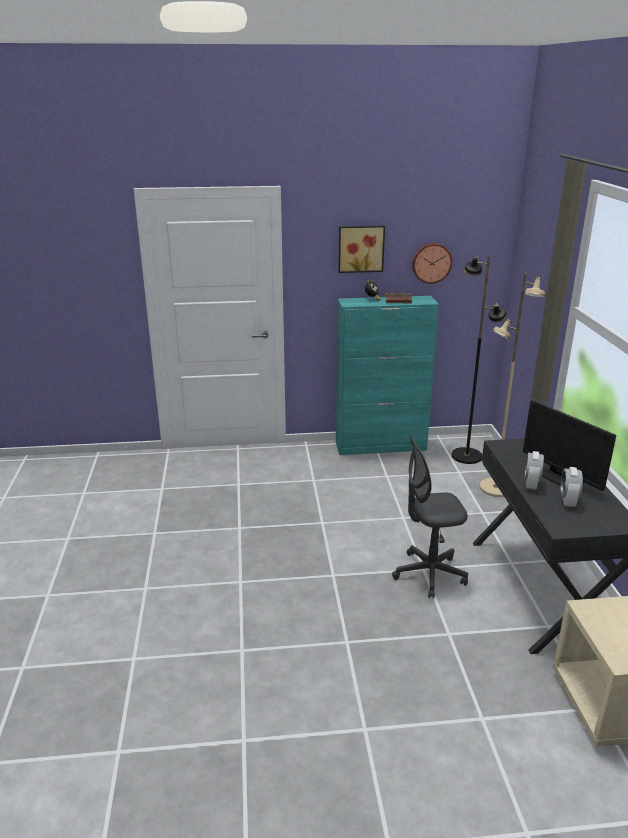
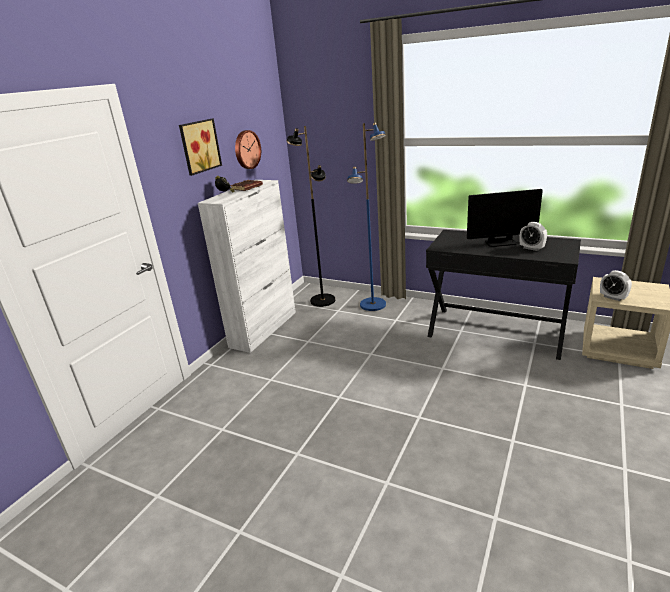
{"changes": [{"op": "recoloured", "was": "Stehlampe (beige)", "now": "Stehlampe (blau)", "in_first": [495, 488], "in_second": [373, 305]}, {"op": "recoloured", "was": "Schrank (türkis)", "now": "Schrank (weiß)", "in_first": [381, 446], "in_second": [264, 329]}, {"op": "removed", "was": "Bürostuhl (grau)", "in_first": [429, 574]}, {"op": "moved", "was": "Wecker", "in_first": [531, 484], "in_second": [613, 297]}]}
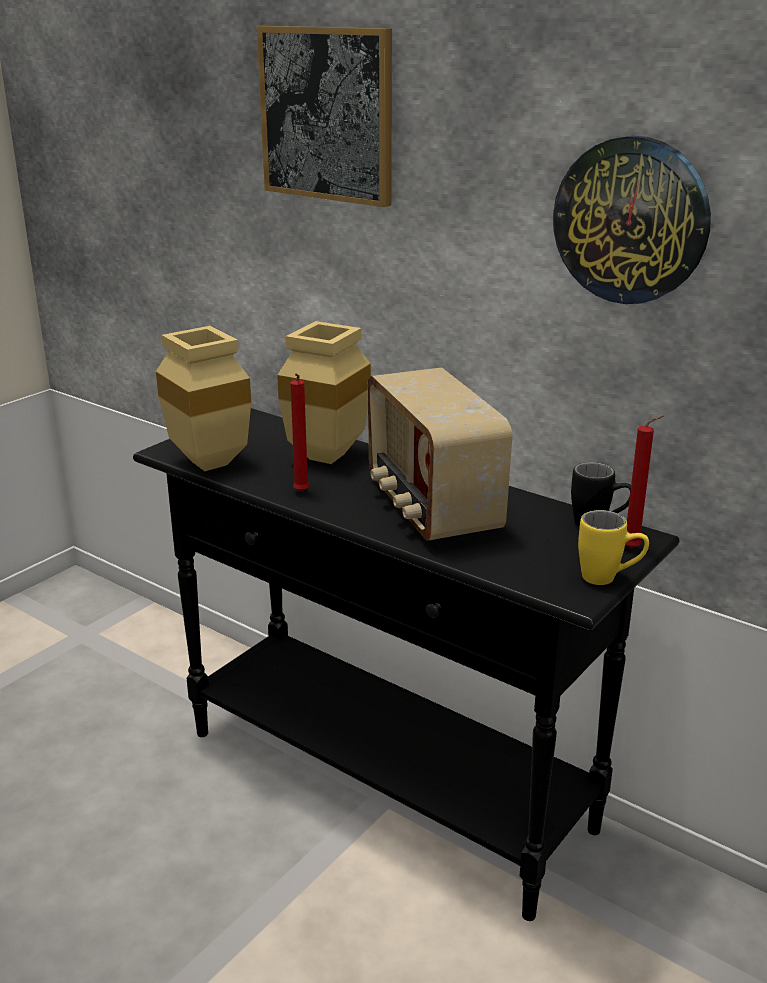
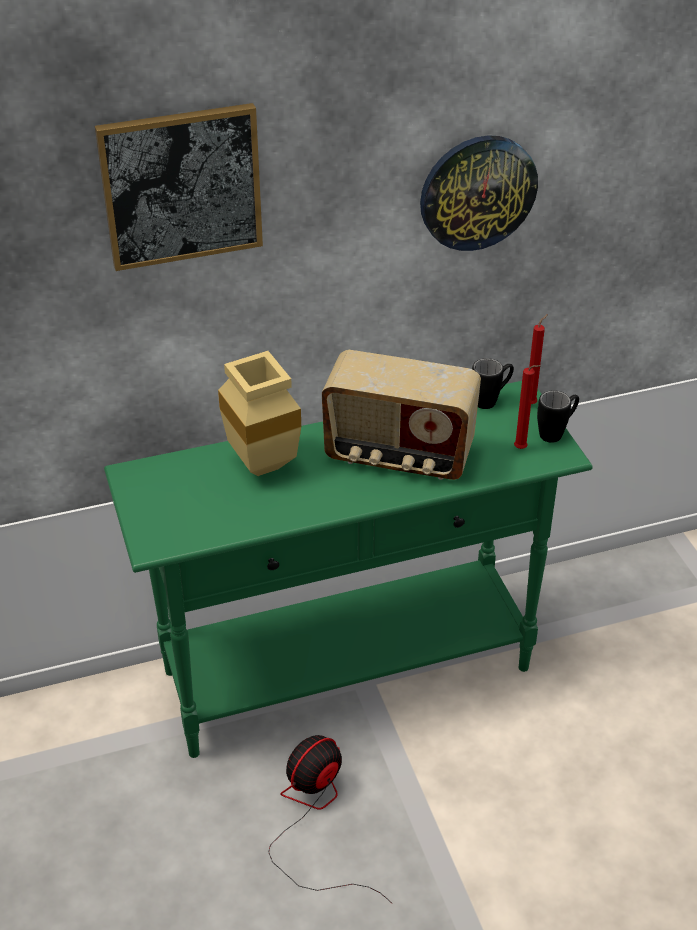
{"changes": [{"op": "removed", "was": "Vase (beige)", "in_first": [205, 463]}, {"op": "moved", "was": "Kerze (rot)", "in_first": [301, 493], "in_second": [522, 449]}, {"op": "recoloured", "was": "Konsolentisch (schwarz)", "now": "Konsolentisch (grün)", "in_first": [386, 781], "in_second": [349, 671]}, {"op": "recoloured", "was": "Henkelbecher (gelb)", "now": "Henkelbecher (schwarz)", "in_first": [609, 579], "in_second": [556, 432]}, {"op": "added", "now": "Ventilator", "in_second": [315, 818]}]}
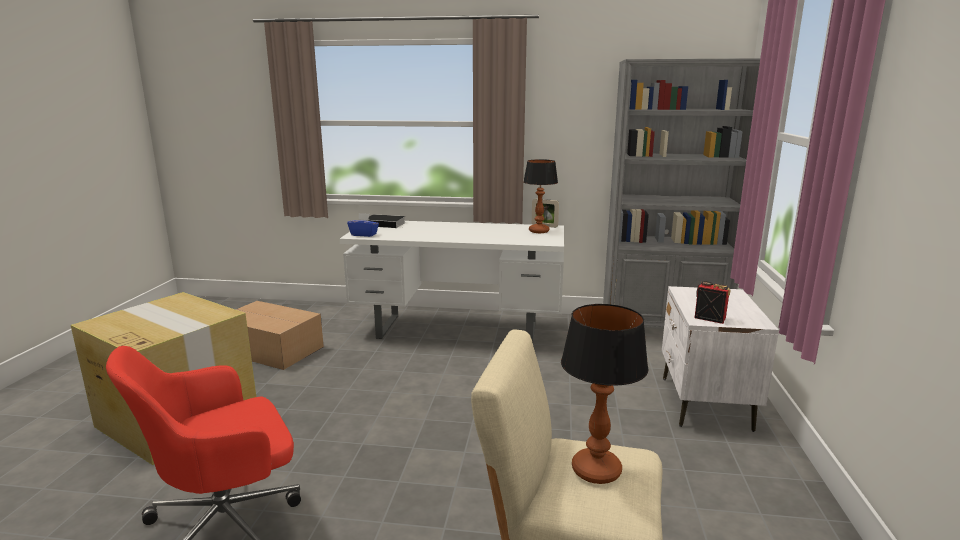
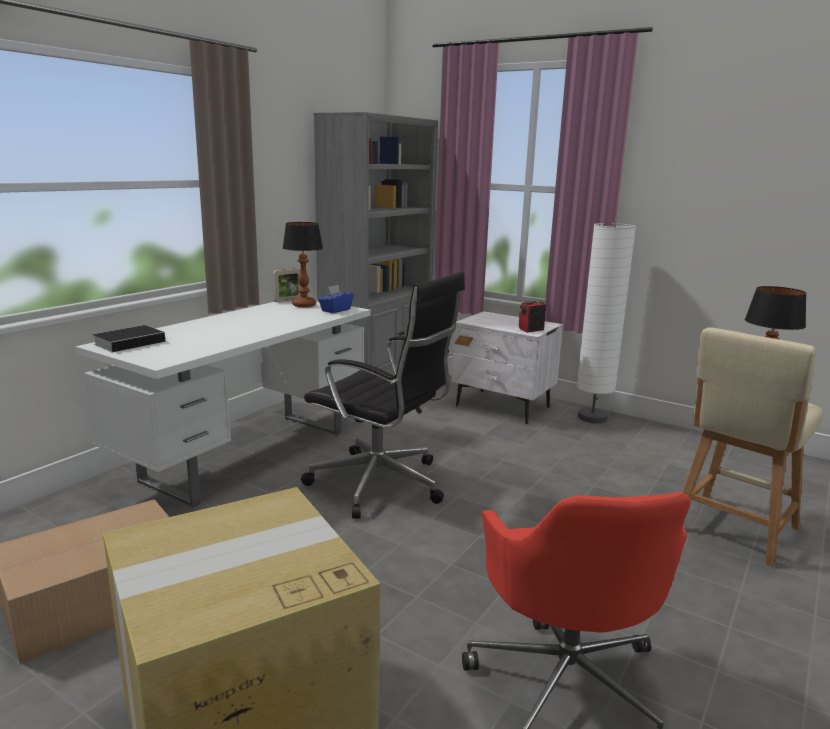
{"changes": [{"op": "moved", "was": "Taschentuchbox (blau)", "in_first": [364, 234], "in_second": [335, 310]}, {"op": "added", "now": "Stehlampe (weiß)", "in_second": [592, 417]}, {"op": "added", "now": "Bürostuhl (schwarz)", "in_second": [381, 485]}]}
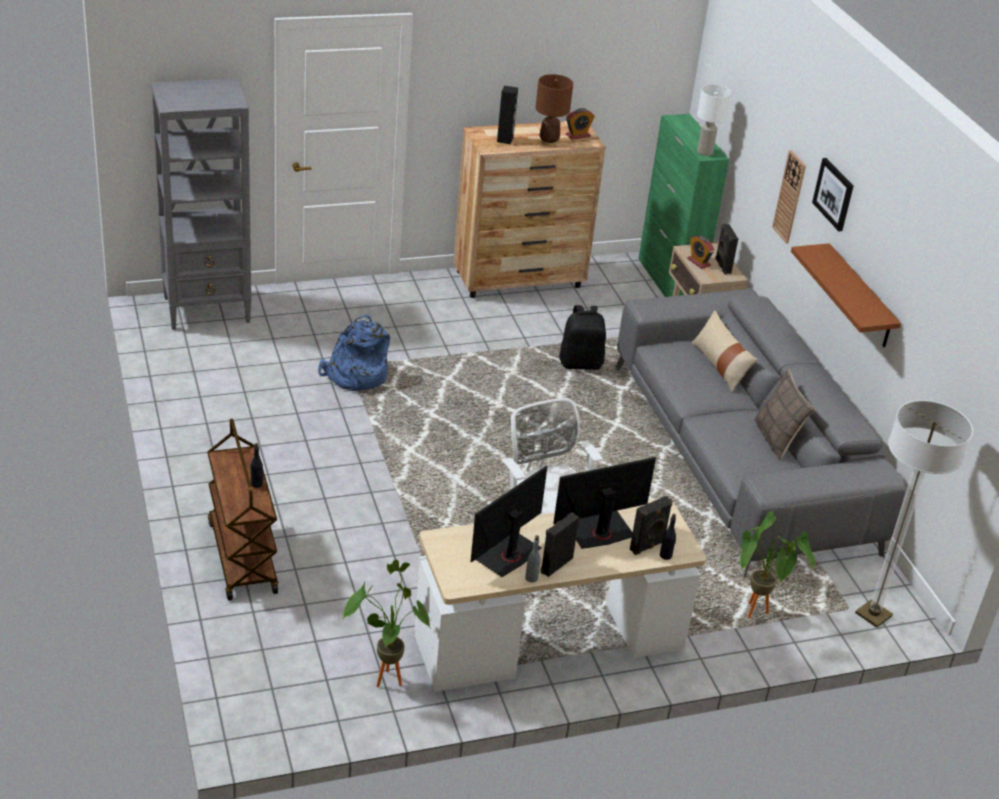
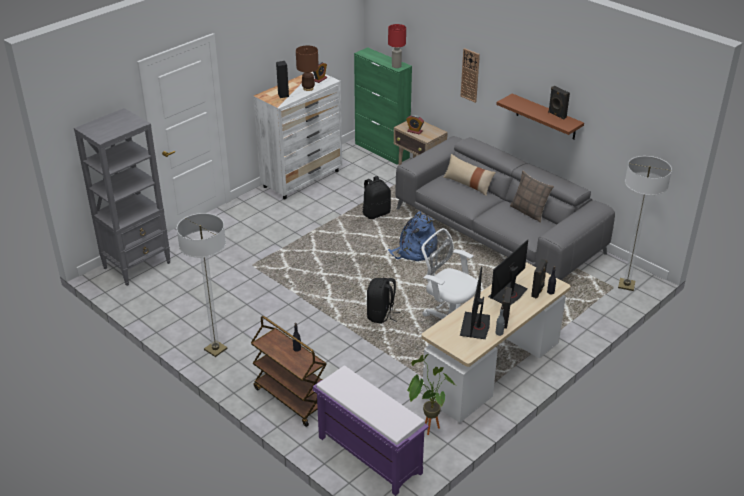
{"changes": [{"op": "recoloured", "was": "Tischlampe (weiß)", "now": "Tischlampe (rot)", "in_first": [704, 152], "in_second": [396, 66]}, {"op": "recoloured", "was": "Kommode (braun)", "now": "Kommode (weiß)", "in_first": [520, 279], "in_second": [302, 179]}, {"op": "removed", "was": "Bild", "in_first": [834, 194]}, {"op": "moved", "was": "Lautsprecher (schwarz)", "in_first": [722, 266], "in_second": [556, 115]}, {"op": "moved", "was": "Rucksack (blau)", "in_first": [355, 375], "in_second": [414, 251]}, {"op": "removed", "was": "Topfpflanze", "in_first": [756, 616]}, {"op": "added", "now": "Stehlampe", "in_second": [215, 349]}, {"op": "added", "now": "Rucksack (schwarz)", "in_second": [381, 315]}, {"op": "added", "now": "Bank (lila)", "in_second": [368, 455]}]}
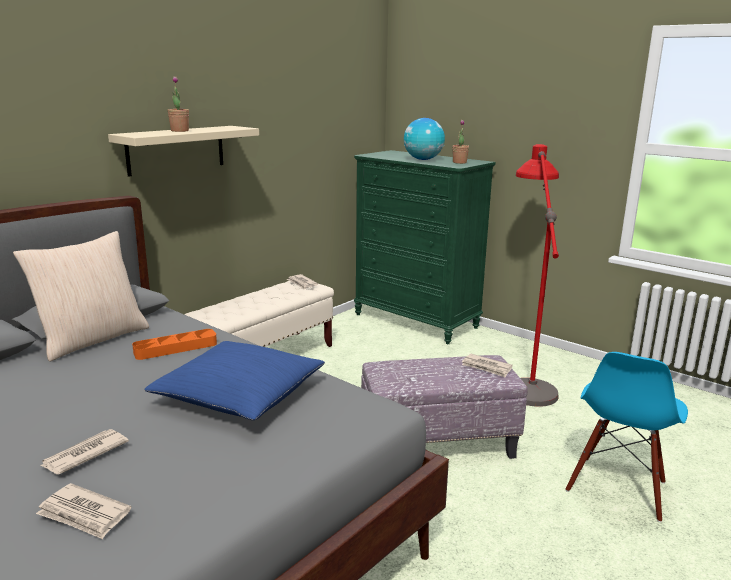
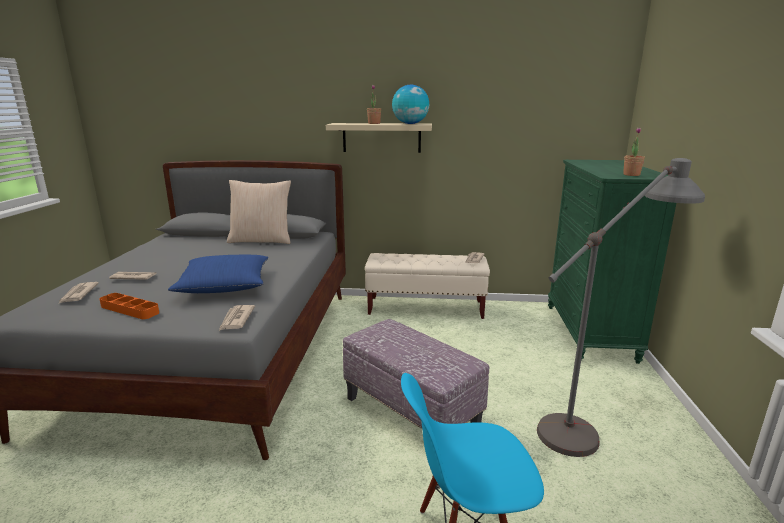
{"changes": [{"op": "moved", "was": "Globus", "in_first": [423, 159], "in_second": [410, 124]}, {"op": "recoloured", "was": "Stehlampe (rot)", "now": "Stehlampe (grau)", "in_first": [526, 376], "in_second": [595, 421]}, {"op": "moved", "was": "Tablett (orange)", "in_first": [176, 348], "in_second": [129, 309]}, {"op": "moved", "was": "Zeitung", "in_first": [486, 367], "in_second": [236, 319]}]}
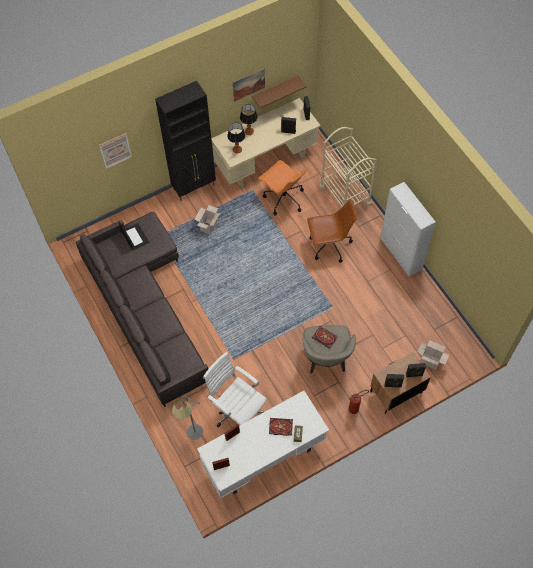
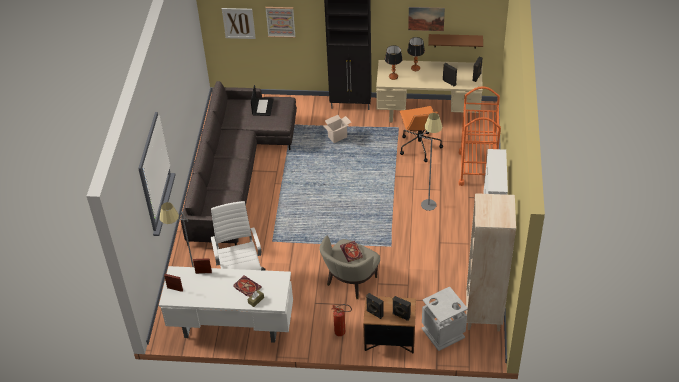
{"changes": [{"op": "recoloured", "was": "Rollwagen (beige)", "now": "Rollwagen (orange)", "in_first": [345, 195], "in_second": [477, 168]}, {"op": "replaced", "was": "Bürostuhl (braun)", "now": "Stehlampe (grau)", "in_first": [329, 246], "in_second": [429, 199]}, {"op": "replaced", "was": "Karton", "now": "Mülleimer (grau)", "in_first": [430, 361], "in_second": [443, 333]}, {"op": "added", "now": "Bild", "in_second": [238, 23]}, {"op": "added", "now": "Bücherregal (beige)", "in_second": [483, 315]}]}
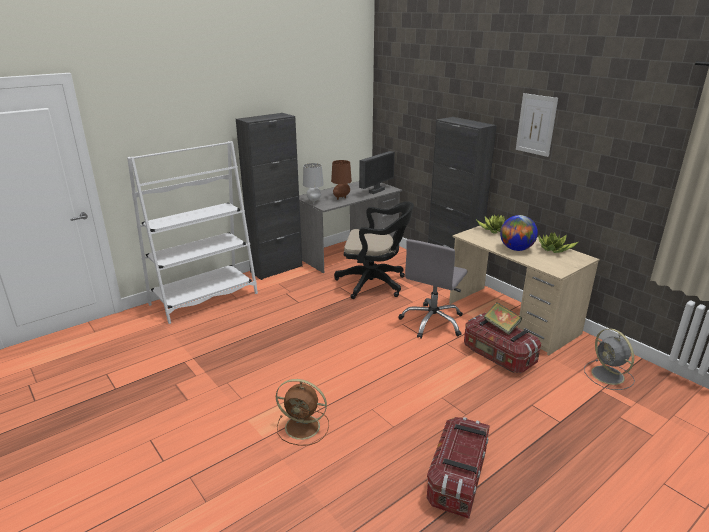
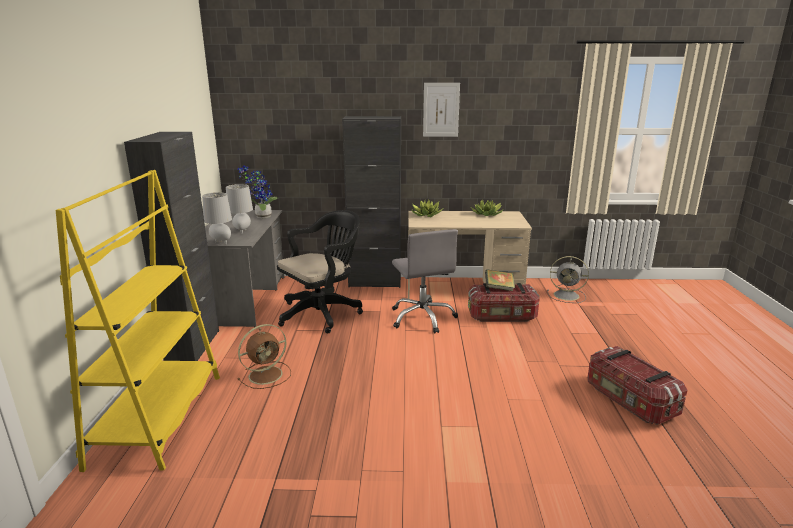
{"changes": [{"op": "recoloured", "was": "Bücherregal (weiß)", "now": "Bücherregal (gelb)", "in_first": [204, 299], "in_second": [159, 419]}, {"op": "replaced", "was": "Monitor", "now": "Topfpflanze", "in_first": [376, 191], "in_second": [261, 217]}, {"op": "recoloured", "was": "Tischlampe (braun)", "now": "Tischlampe (grau)", "in_first": [341, 198], "in_second": [242, 231]}, {"op": "removed", "was": "Globus", "in_first": [516, 249]}, {"op": "moved", "was": "Ventilator (braun)", "in_first": [304, 427], "in_second": [267, 374]}]}
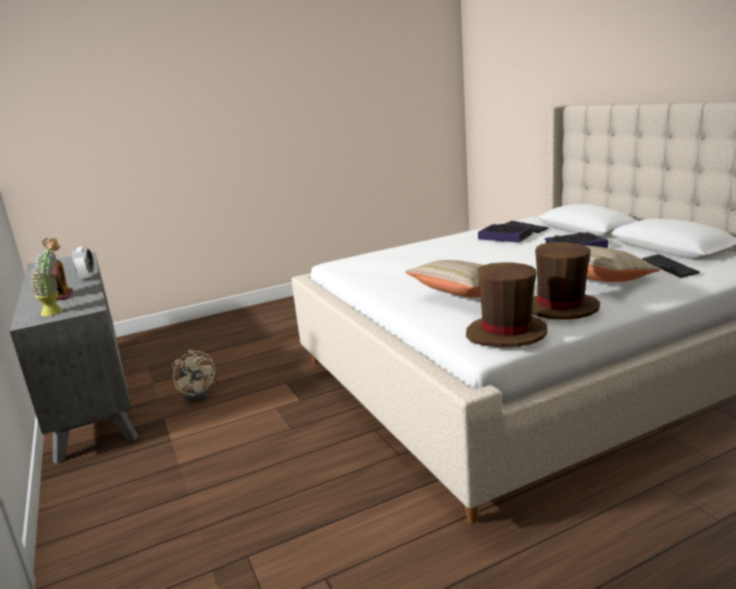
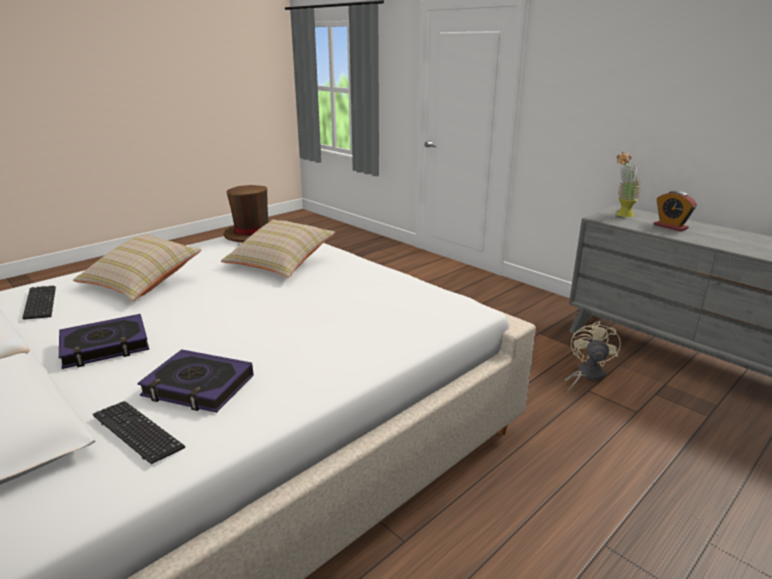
{"changes": [{"op": "removed", "was": "Hut (braun)", "in_first": [560, 308]}, {"op": "removed", "was": "Wecker", "in_first": [87, 278]}, {"op": "turned", "was": "Ventilator (beige)", "in_first": [199, 393], "in_second": [586, 375], "clockwise": 75}]}
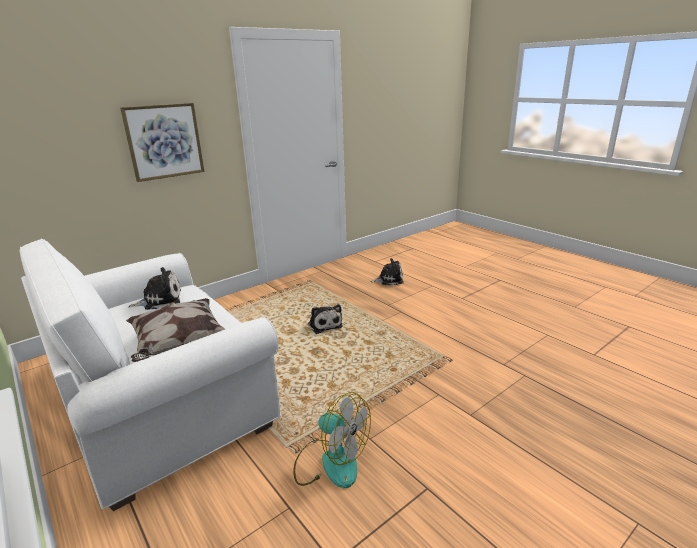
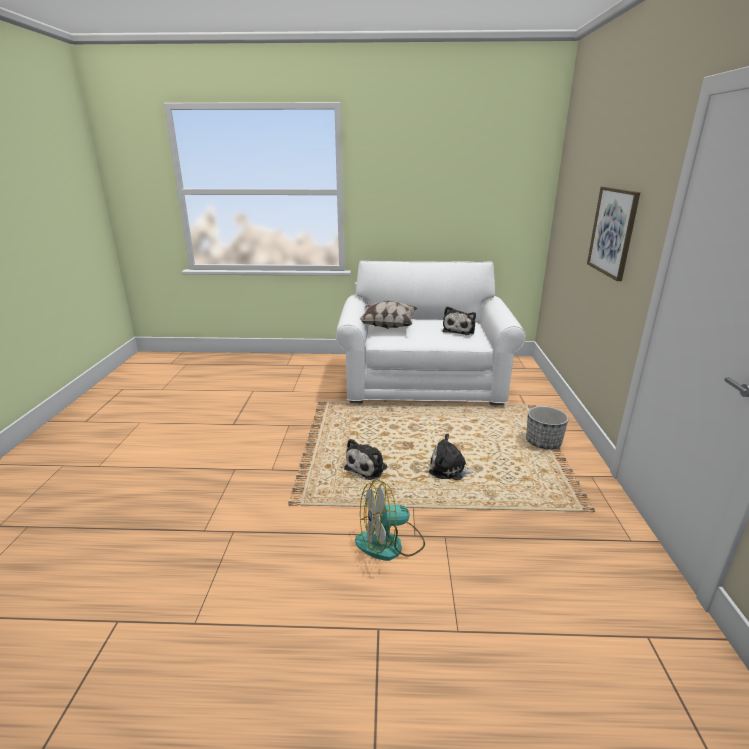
{"changes": [{"op": "moved", "was": "Plüschtier", "in_first": [389, 279], "in_second": [368, 467]}, {"op": "moved", "was": "Ventilator", "in_first": [331, 461], "in_second": [390, 543]}, {"op": "added", "now": "Pflanzkübel", "in_second": [543, 443]}]}
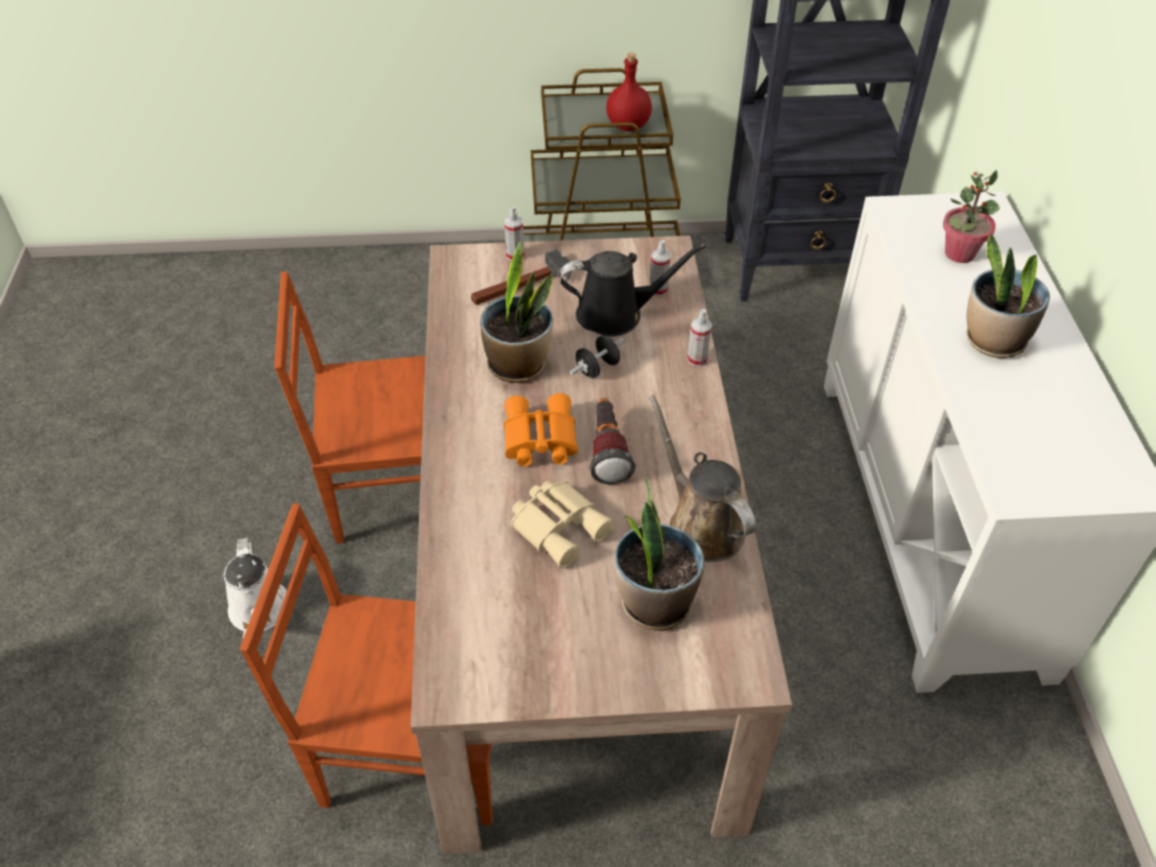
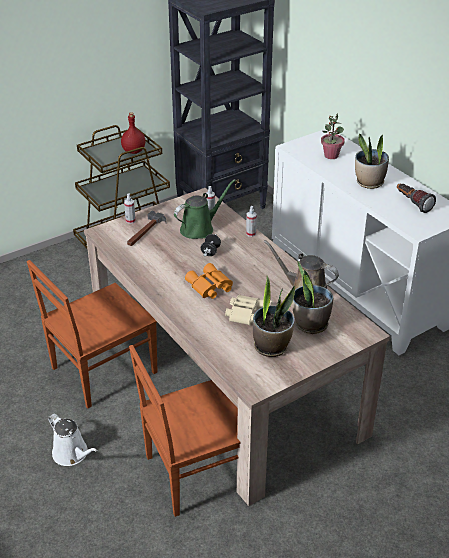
{"changes": [{"op": "moved", "was": "Topfpflanze", "in_first": [518, 365], "in_second": [271, 346]}, {"op": "recoloured", "was": "Gießkanne (schwarz)", "now": "Gießkanne (grün)", "in_first": [616, 314], "in_second": [200, 228]}, {"op": "moved", "was": "Taschenlampe", "in_first": [607, 451], "in_second": [412, 203]}]}
